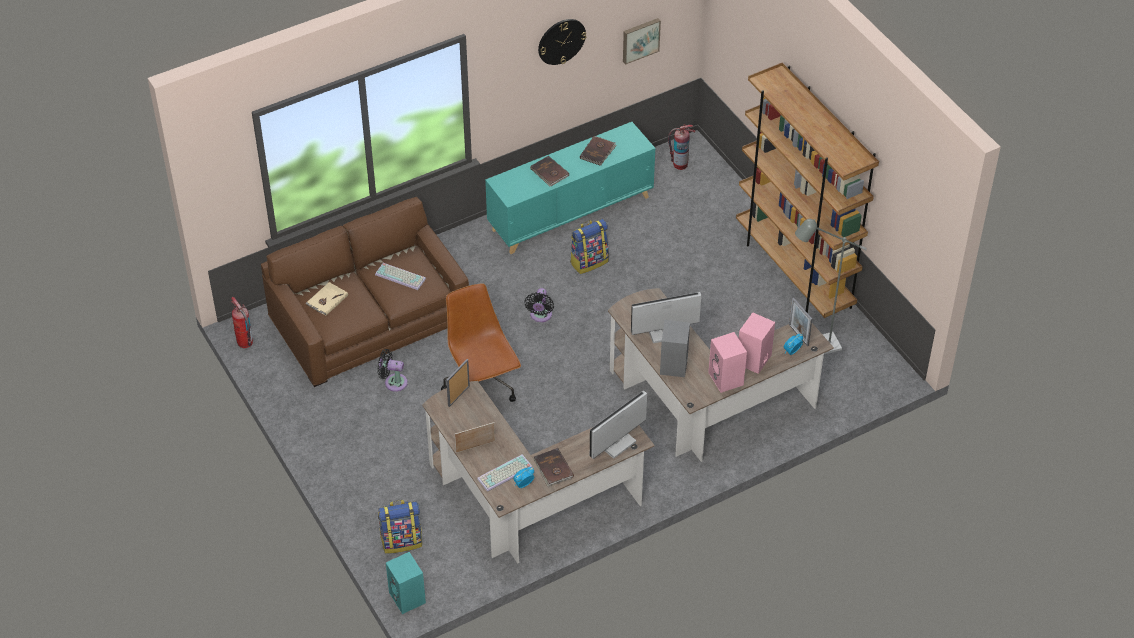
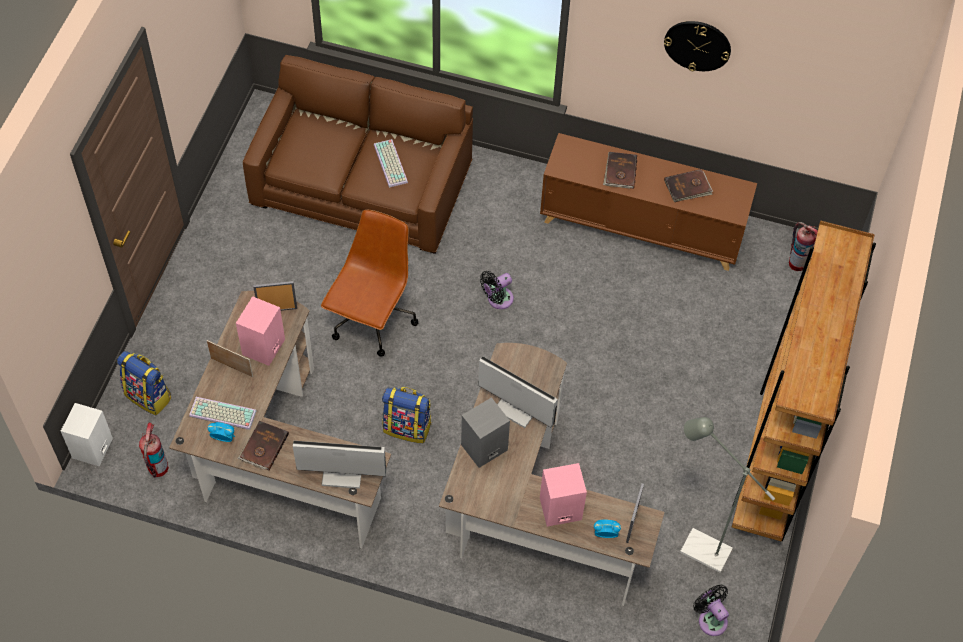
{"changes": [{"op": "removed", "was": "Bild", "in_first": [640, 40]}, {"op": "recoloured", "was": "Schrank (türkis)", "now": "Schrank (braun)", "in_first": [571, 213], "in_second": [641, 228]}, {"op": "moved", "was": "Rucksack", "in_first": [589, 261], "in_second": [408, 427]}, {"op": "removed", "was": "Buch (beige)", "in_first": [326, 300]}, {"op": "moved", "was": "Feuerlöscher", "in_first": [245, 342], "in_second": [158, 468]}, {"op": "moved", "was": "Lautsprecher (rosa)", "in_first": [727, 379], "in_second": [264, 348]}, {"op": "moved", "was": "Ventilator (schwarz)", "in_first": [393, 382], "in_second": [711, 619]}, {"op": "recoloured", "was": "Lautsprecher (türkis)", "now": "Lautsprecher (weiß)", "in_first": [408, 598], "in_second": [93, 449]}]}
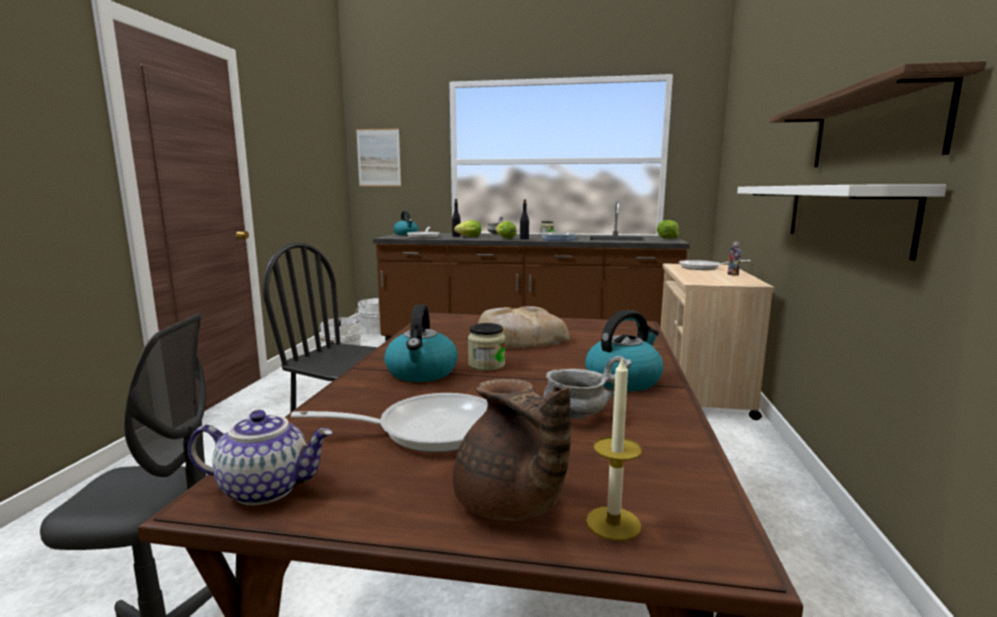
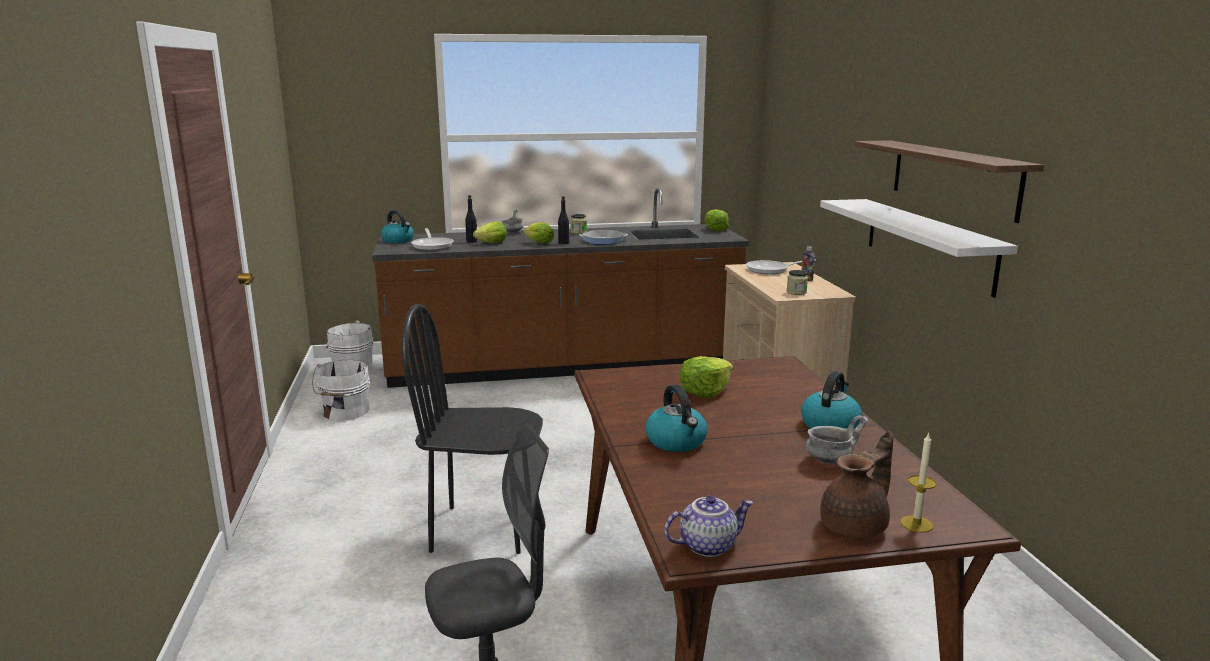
{"changes": [{"op": "removed", "was": "Bild", "in_first": [379, 157]}, {"op": "replaced", "was": "Brot", "now": "Salatkopf", "in_first": [519, 337], "in_second": [705, 391]}, {"op": "moved", "was": "Vorratsglas", "in_first": [486, 365], "in_second": [796, 292]}, {"op": "turned", "was": "Teekanne (braun)", "in_first": [510, 505], "in_second": [856, 526], "clockwise": -75}, {"op": "removed", "was": "Pfanne", "in_first": [428, 429]}]}
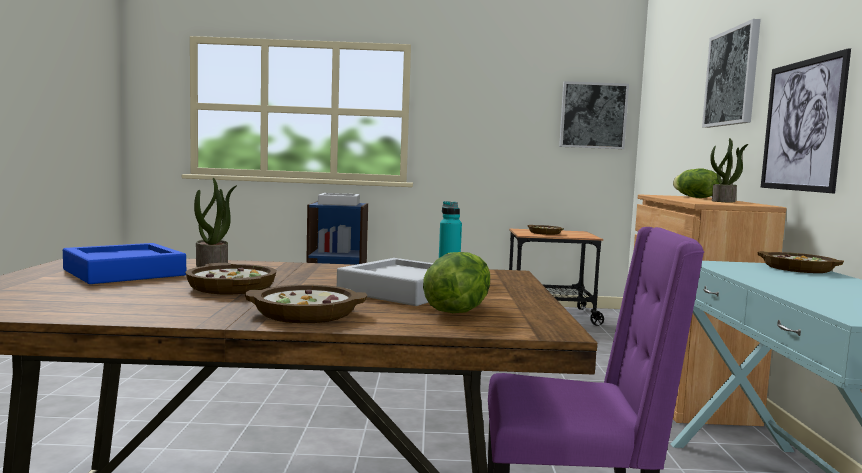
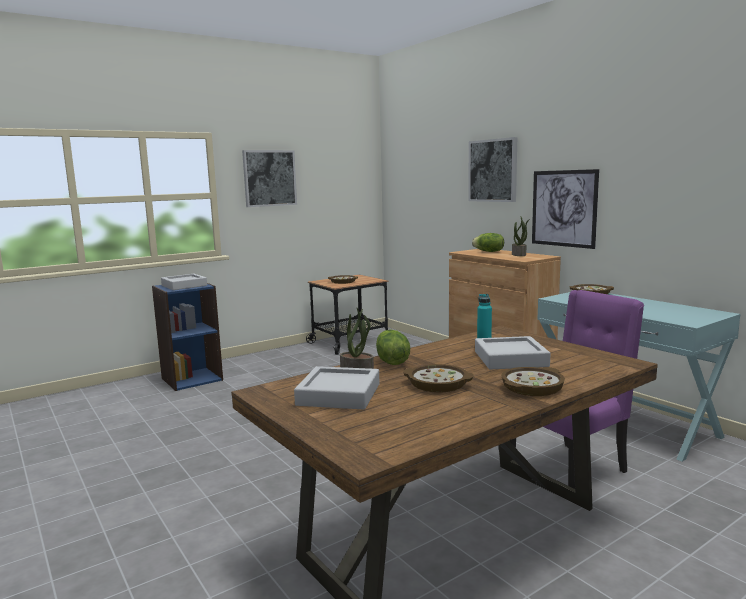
{"changes": [{"op": "moved", "was": "Bild", "in_first": [593, 115], "in_second": [269, 178]}, {"op": "recoloured", "was": "Tablett (blau)", "now": "Tablett (grau)", "in_first": [124, 272], "in_second": [339, 394]}, {"op": "moved", "was": "Salatkopf", "in_first": [457, 310], "in_second": [391, 362]}]}
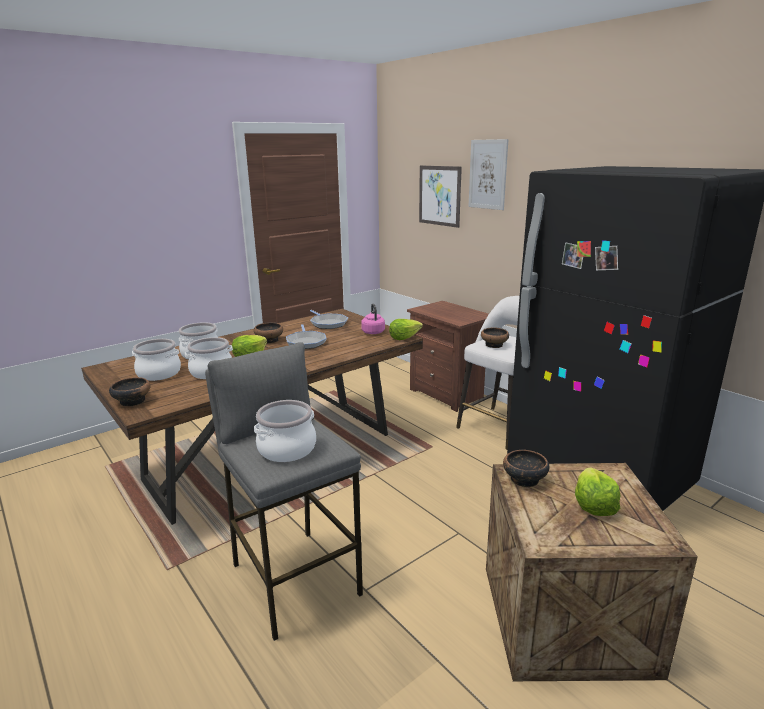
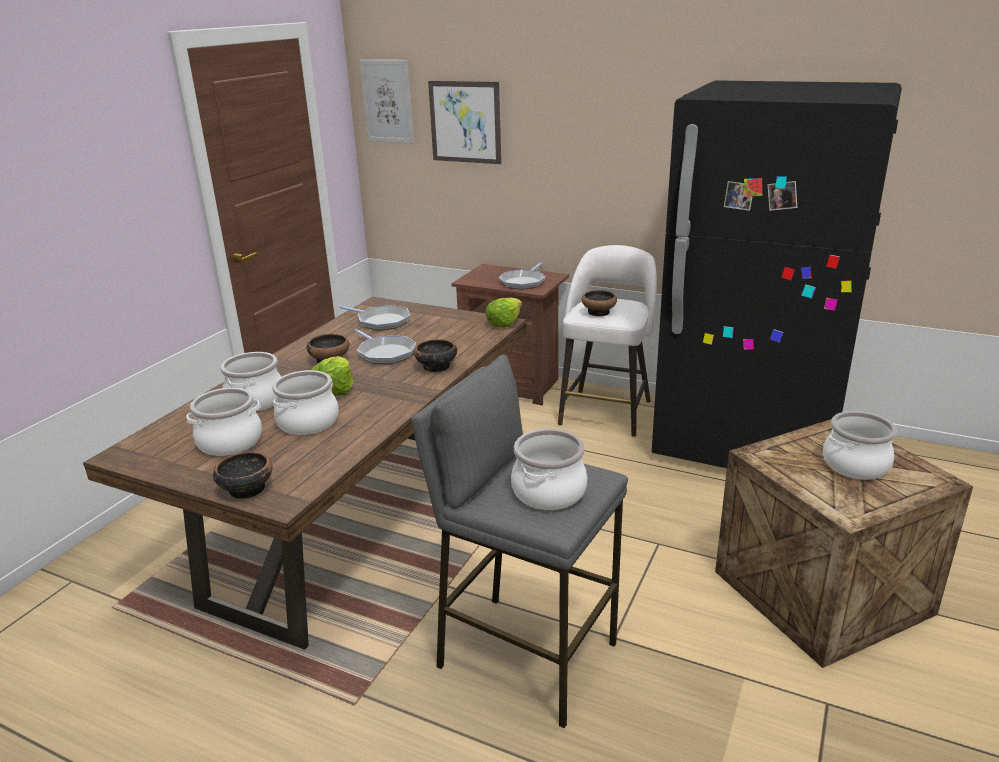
{"changes": [{"op": "moved", "was": "Bild", "in_first": [488, 174], "in_second": [387, 101]}, {"op": "removed", "was": "Wasserkessel (rosa)", "in_first": [373, 332]}, {"op": "moved", "was": "Schüssel", "in_first": [524, 479], "in_second": [436, 367]}, {"op": "replaced", "was": "Salatkopf", "now": "Kochtopf", "in_first": [593, 505], "in_second": [856, 465]}, {"op": "added", "now": "Pfanne", "in_second": [523, 282]}]}
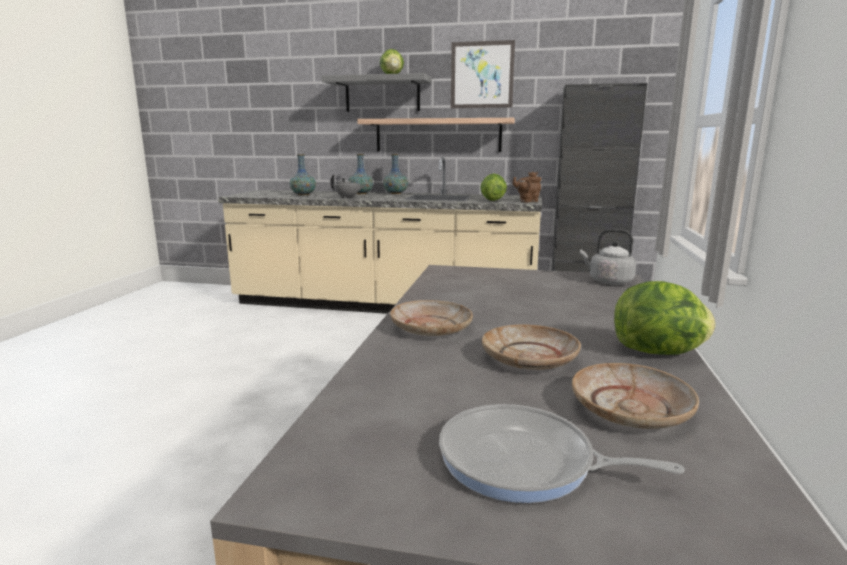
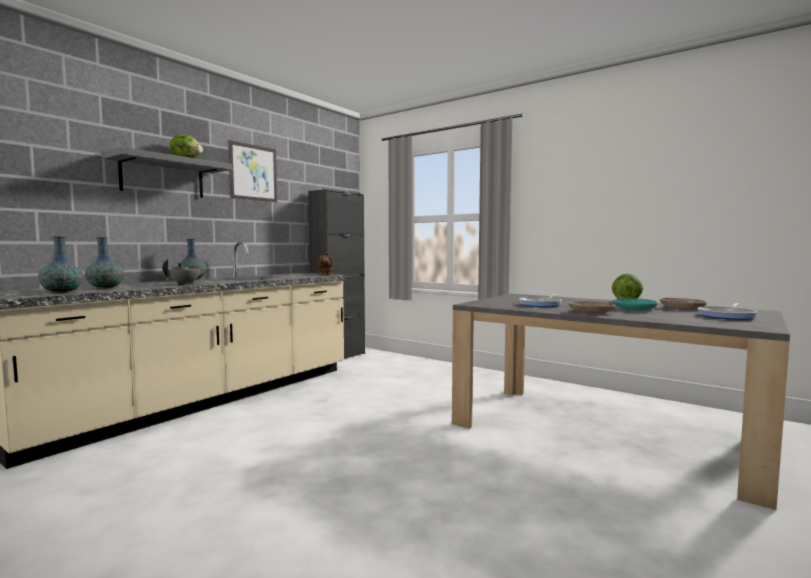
{"changes": [{"op": "removed", "was": "Wandregal", "in_first": [438, 135]}, {"op": "moved", "was": "Vase", "in_first": [360, 193], "in_second": [61, 292]}, {"op": "removed", "was": "Salatkopf", "in_first": [492, 200]}, {"op": "removed", "was": "Wasserkessel (grau)", "in_first": [608, 281]}, {"op": "recoloured", "was": "Teller (beige)", "now": "Teller (türkis)", "in_first": [529, 359], "in_second": [634, 309]}, {"op": "added", "now": "Pfanne", "in_second": [541, 304]}]}
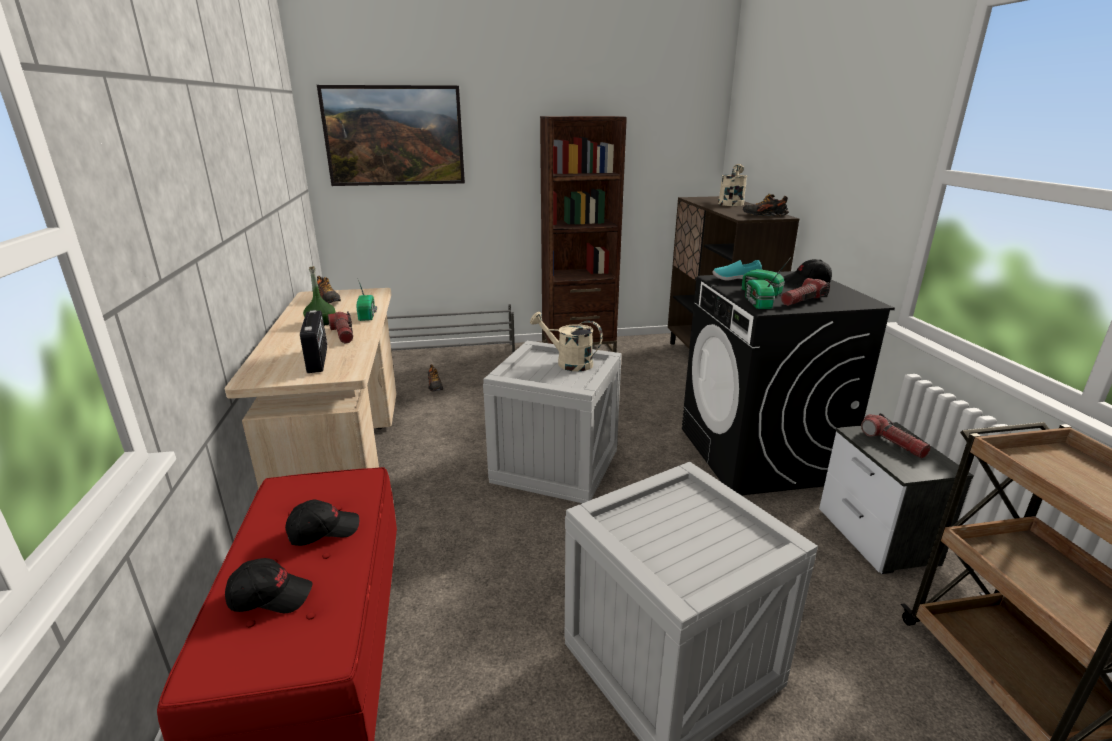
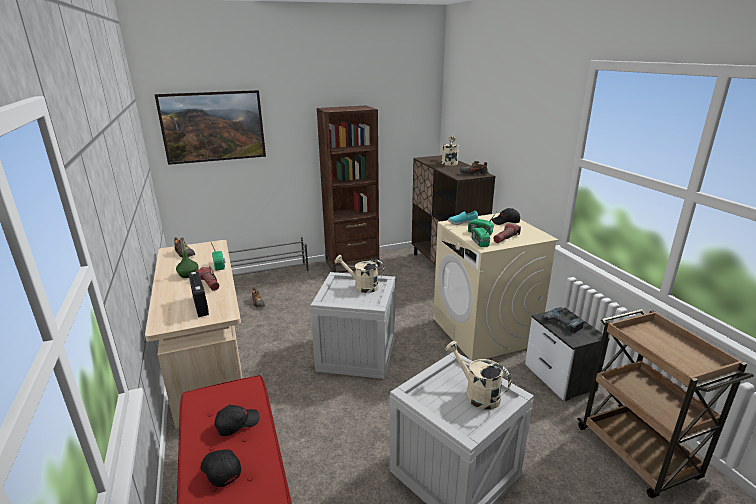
{"changes": [{"op": "recoloured", "was": "Waschmaschine (schwarz)", "now": "Waschmaschine (beige)", "in_first": [759, 455], "in_second": [484, 331]}, {"op": "replaced", "was": "Taschenlampe", "now": "Bohrmaschine", "in_first": [892, 443], "in_second": [564, 322]}, {"op": "turned", "was": "Kappe (schwarz)", "in_first": [271, 596], "in_second": [220, 470], "clockwise": -120}, {"op": "added", "now": "Gießkanne (beige)", "in_second": [477, 394]}]}
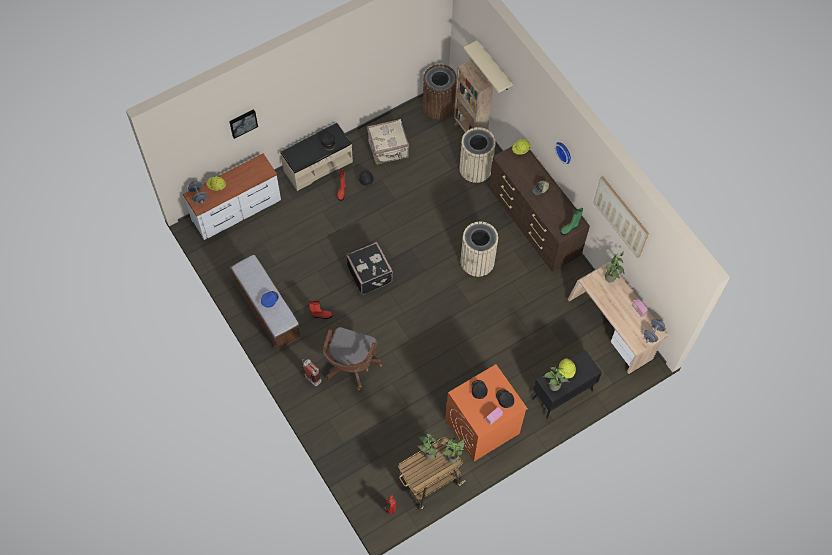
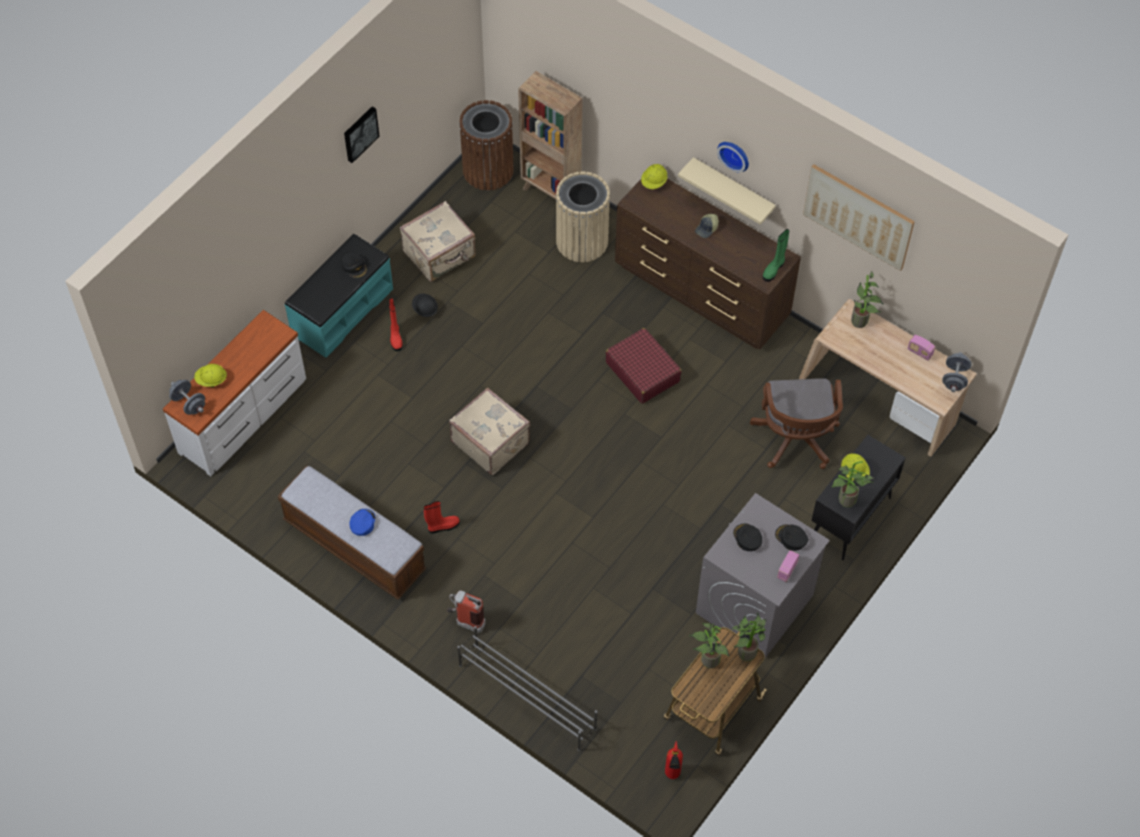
{"changes": [{"op": "moved", "was": "Wandregal (beige)", "in_first": [494, 67], "in_second": [733, 189]}, {"op": "moved", "was": "Bild", "in_first": [243, 122], "in_second": [360, 133]}, {"op": "recoloured", "was": "Bank (beige)", "now": "Bank (türkis)", "in_first": [317, 165], "in_second": [341, 311]}, {"op": "replaced", "was": "Mülleimer (beige)", "now": "Koffer (rot)", "in_first": [477, 261], "in_second": [642, 371]}, {"op": "recoloured", "was": "Koffer (schwarz)", "now": "Koffer (beige)", "in_first": [370, 274], "in_second": [491, 441]}, {"op": "moved", "was": "Bürostuhl (braun)", "in_first": [351, 367], "in_second": [795, 440]}, {"op": "recoloured", "was": "Waschmaschine (orange)", "now": "Waschmaschine (grau)", "in_first": [482, 427], "in_second": [754, 605]}, {"op": "added", "now": "Schuhregal (grau)", "in_second": [527, 696]}]}
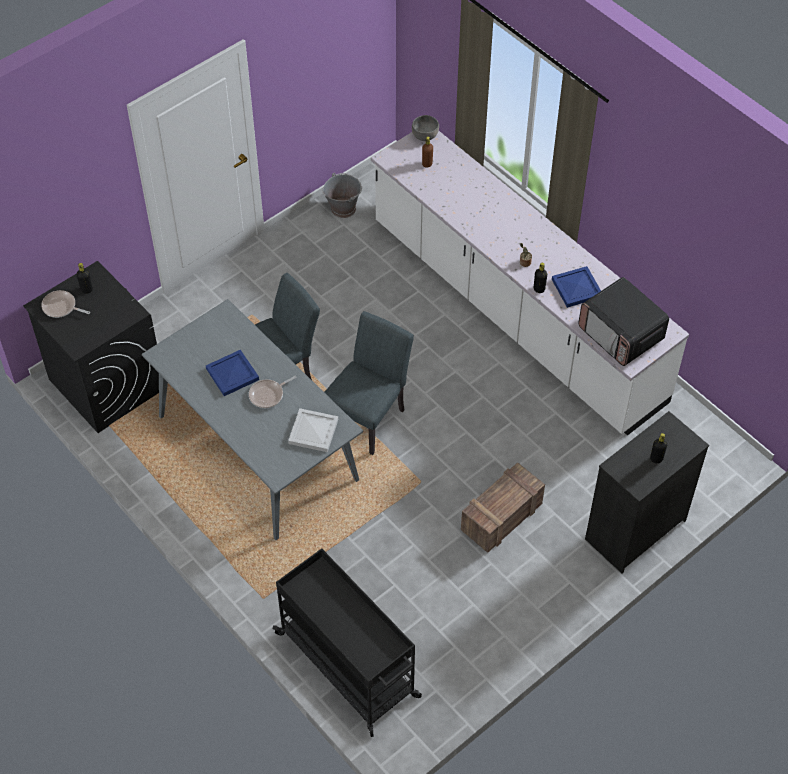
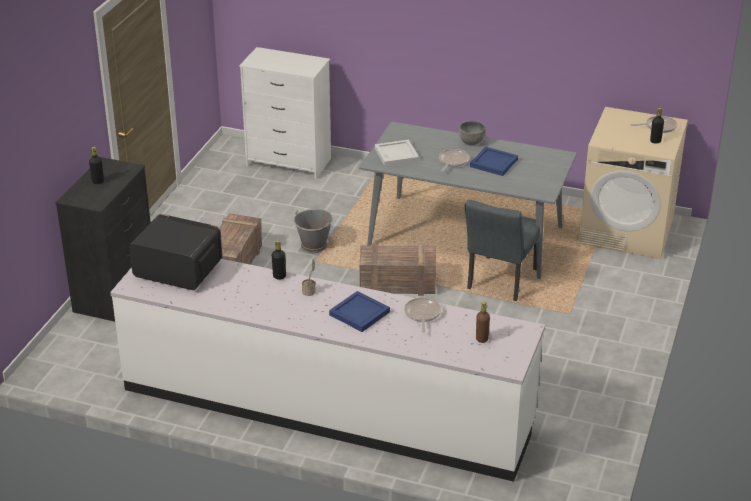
{"changes": [{"op": "moved", "was": "Schüssel (grau)", "in_first": [425, 136], "in_second": [471, 142]}, {"op": "moved", "was": "Eimer (grau)", "in_first": [343, 208], "in_second": [314, 246]}, {"op": "recoloured", "was": "Waschmaschine (schwarz)", "now": "Waschmaschine (beige)", "in_first": [106, 383], "in_second": [627, 231]}, {"op": "moved", "was": "Tablett (blau)", "in_first": [576, 289], "in_second": [359, 313]}, {"op": "replaced", "was": "Stuhl (grau)", "now": "Kiste", "in_first": [369, 416], "in_second": [396, 284]}, {"op": "replaced", "was": "Rollwagen (schwarz)", "now": "Kommode (weiß)", "in_first": [348, 666], "in_second": [288, 162]}, {"op": "added", "now": "Pfanne", "in_second": [422, 314]}]}
